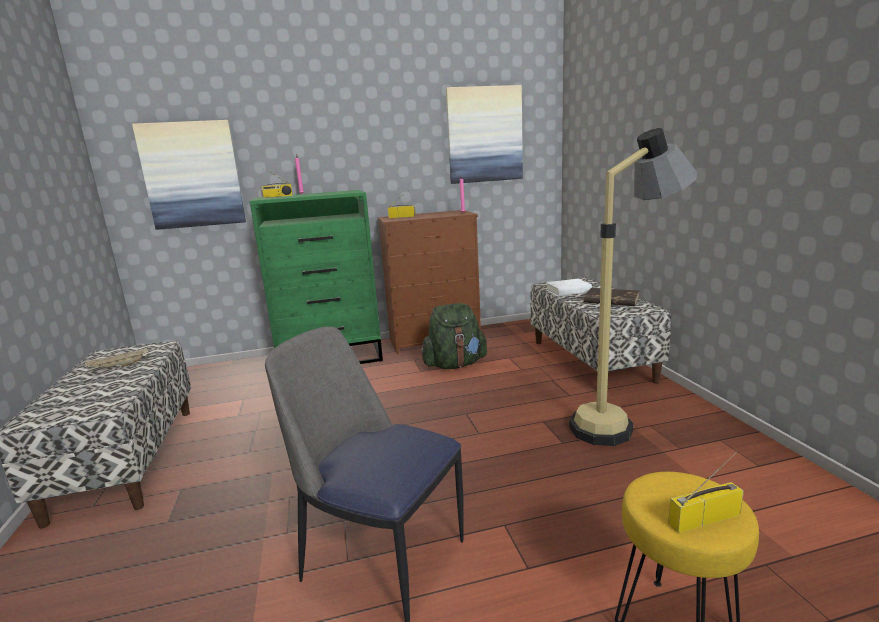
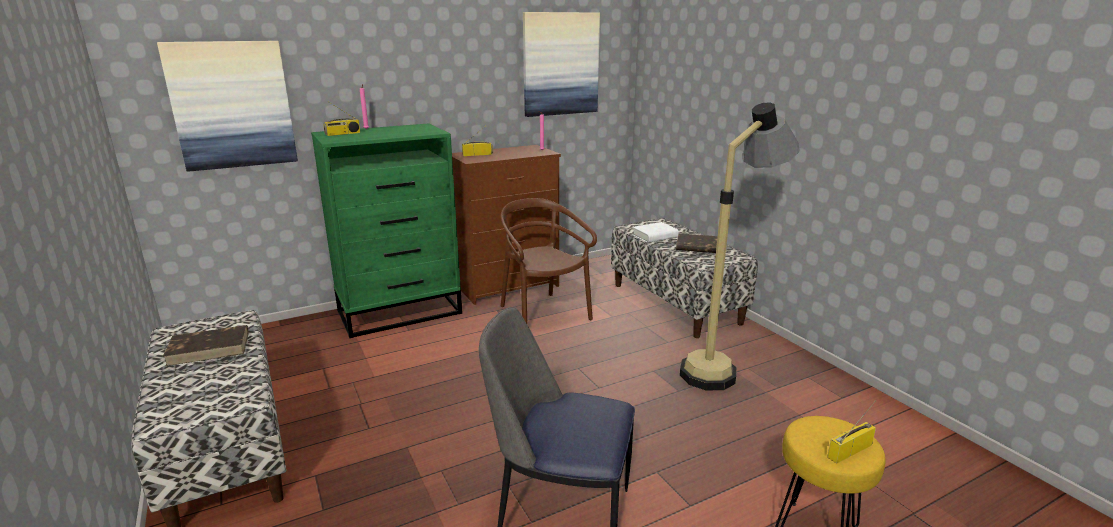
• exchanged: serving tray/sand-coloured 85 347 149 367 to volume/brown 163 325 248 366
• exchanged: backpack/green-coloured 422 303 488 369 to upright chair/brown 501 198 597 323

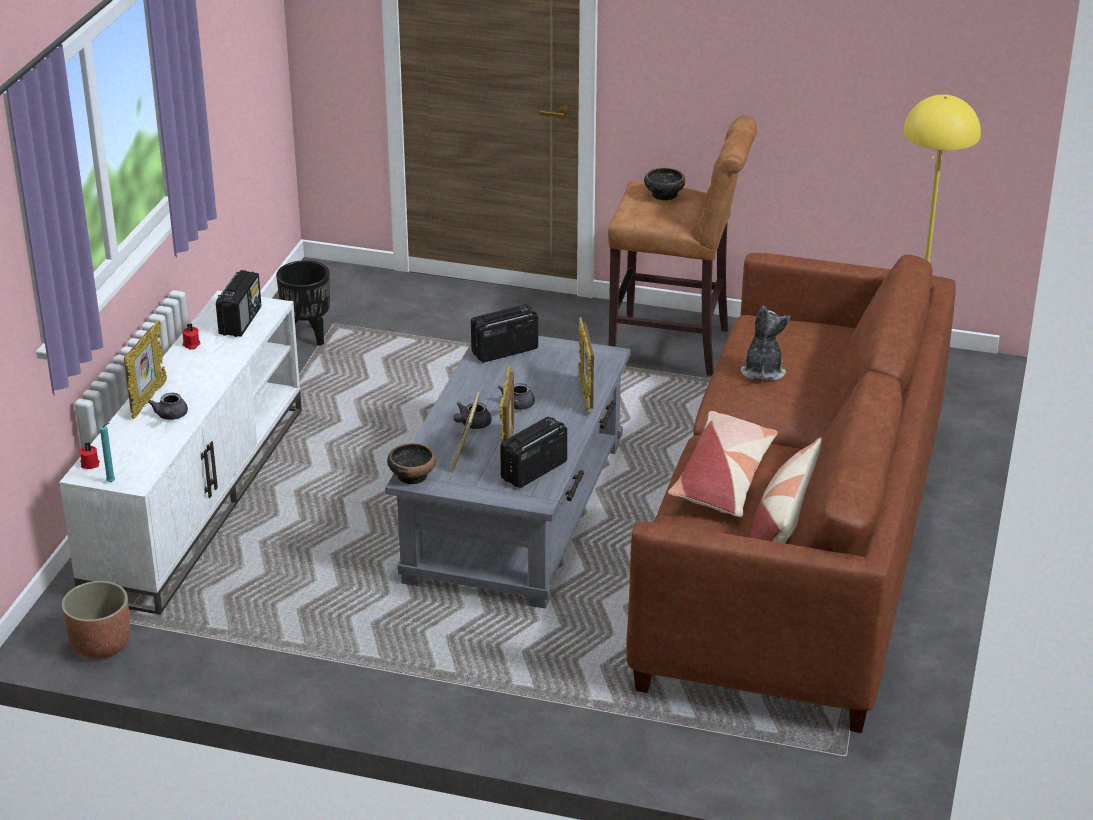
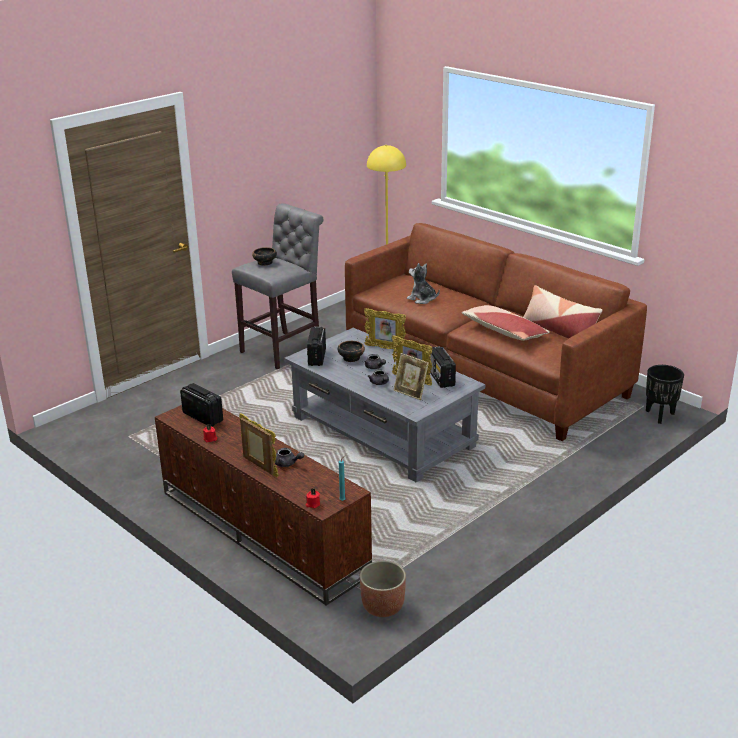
• relocated: plant pot/black 276 260 330 346 to 646 365 684 424
• relocated: serving bowl 387 443 436 484 to 338 341 365 362
• colour: media console/white-coloured 59 291 302 615 to media console/brown 155 405 372 606
• colour: sitting stool/brown 608 116 757 376 to sitting stool/gray 232 203 324 369

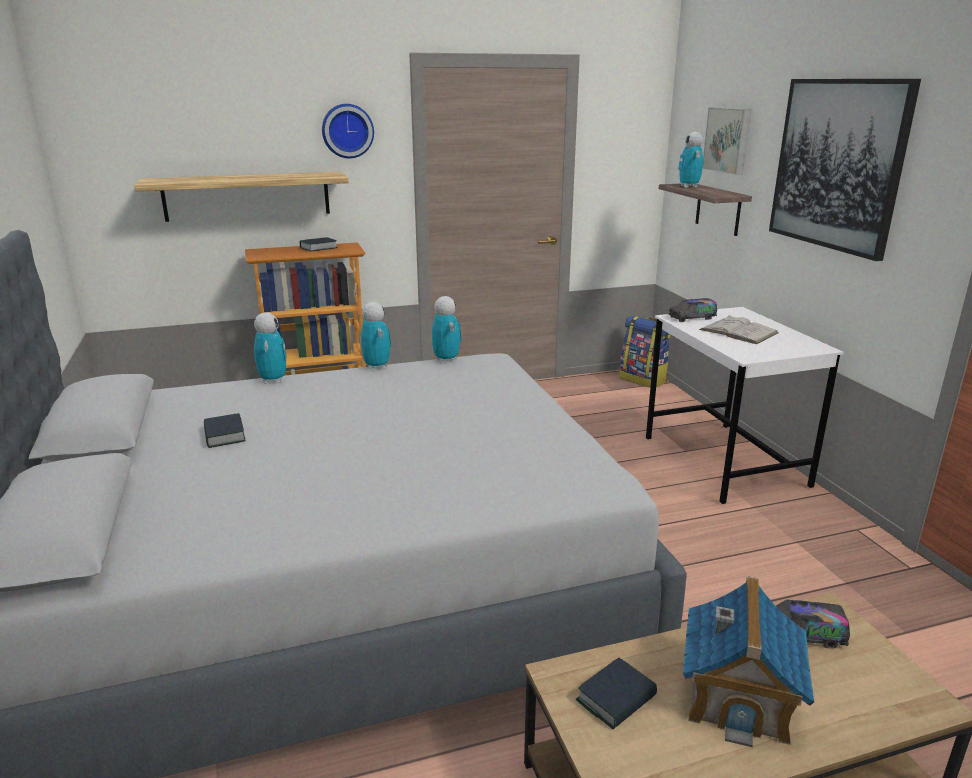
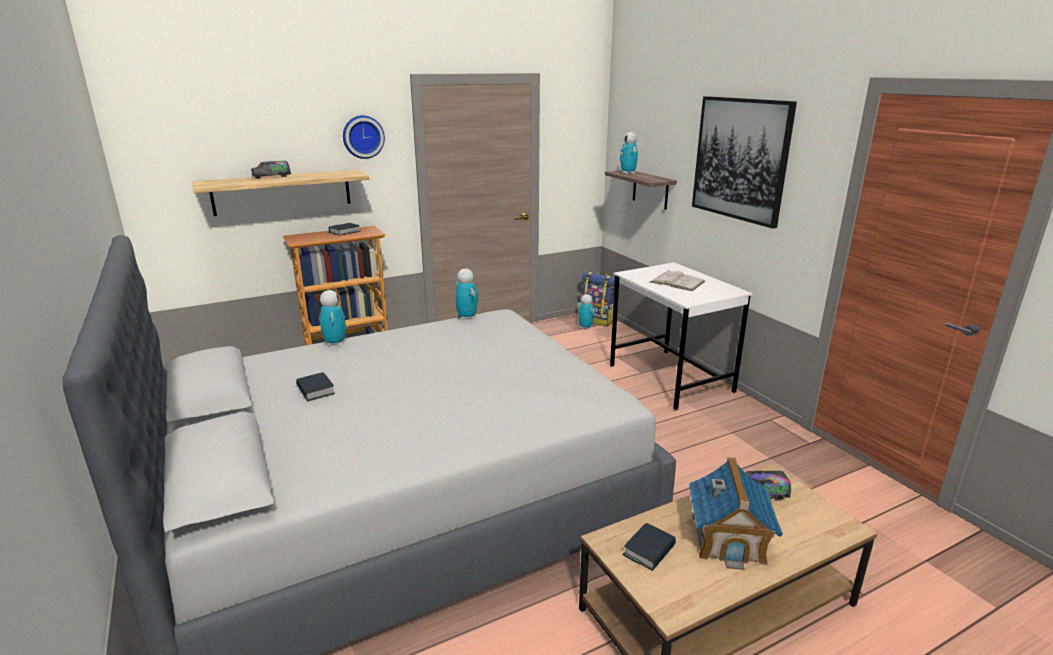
• missing: wall art 703 107 751 175
• relocated: robot figure 361 302 391 370 to 576 294 597 330
• relocated: toy truck 669 298 717 322 to 251 161 291 179

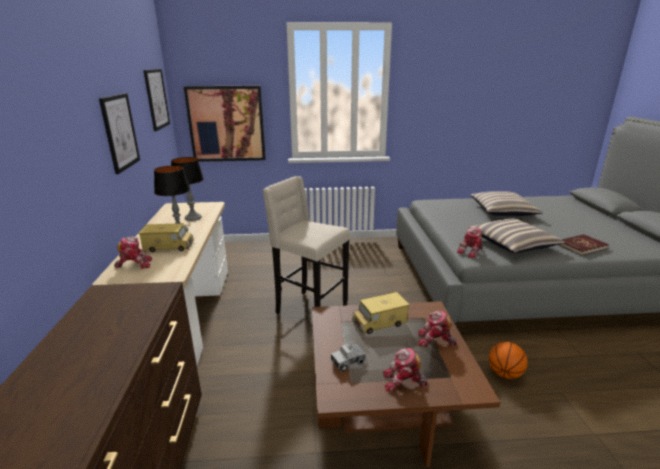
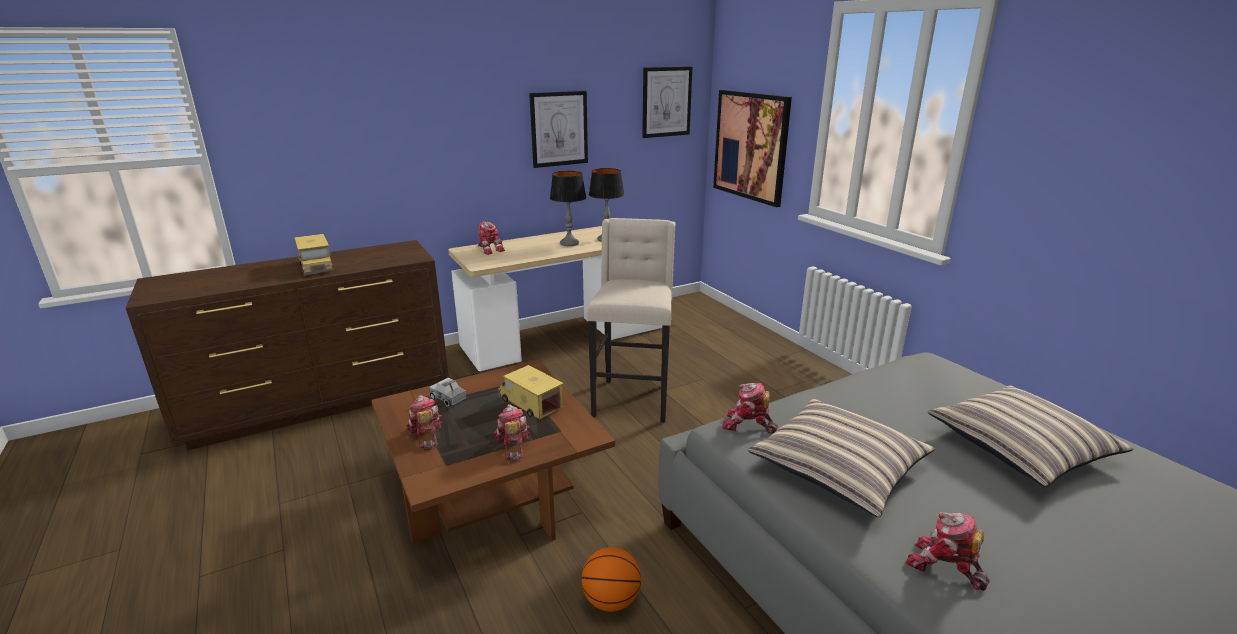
• relocated: toy truck 138 223 194 252 to 294 234 334 275
• exchanged: volume/red-coloured 559 234 609 256 to robot figure 906 512 990 591

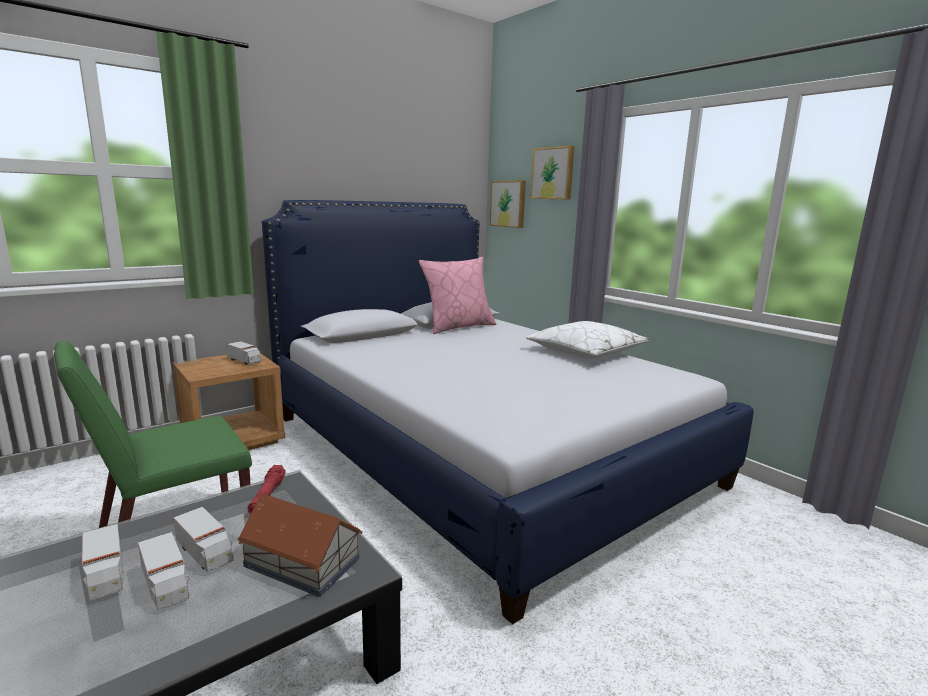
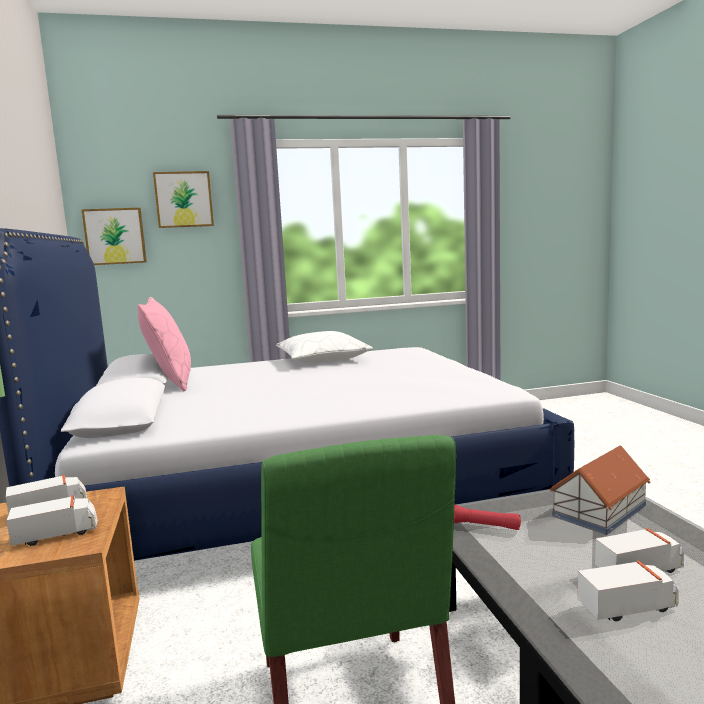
• relocated: toy truck 173 507 233 572 to 7 495 98 546

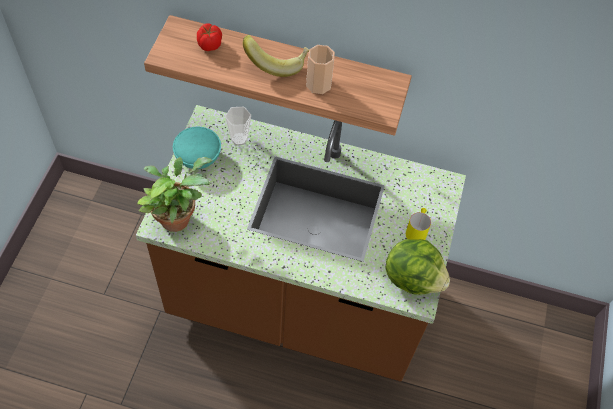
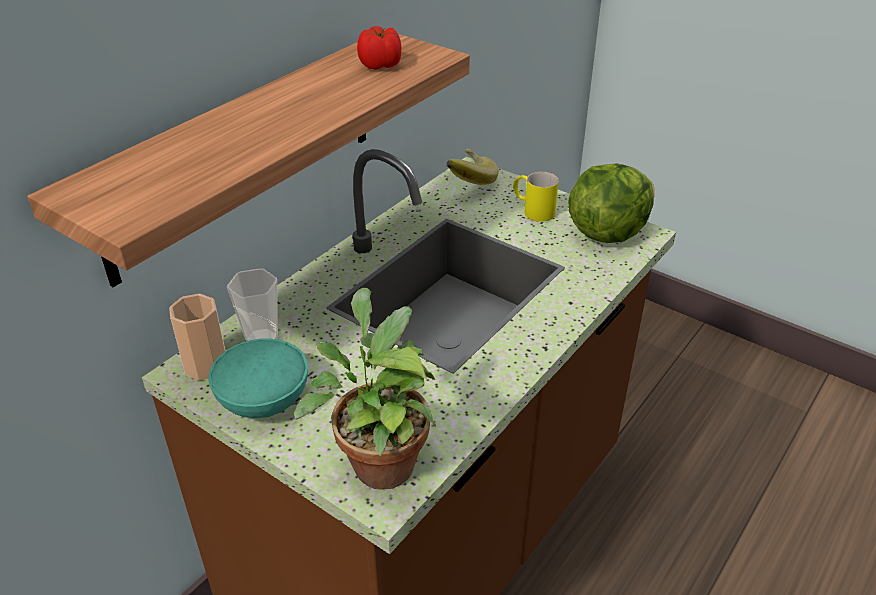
• relocated: whole tomato 197 23 222 51 to 357 26 401 70
• relocated: banana fruit 243 35 309 77 to 446 149 499 185
• relocated: small cup 306 45 335 94 to 169 294 225 380

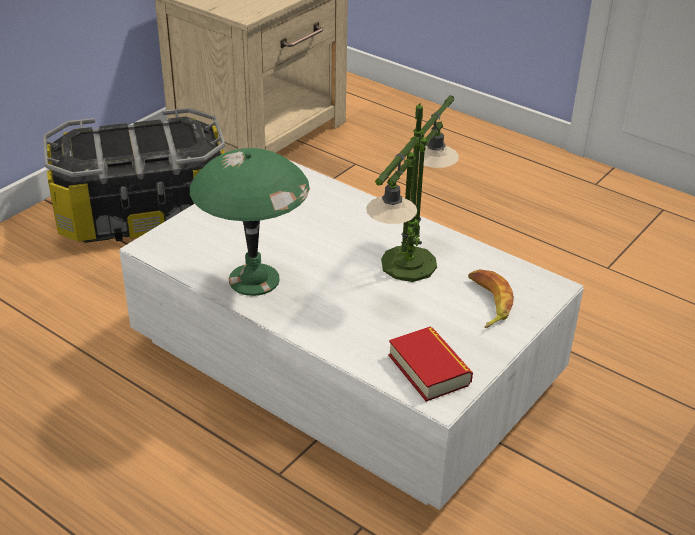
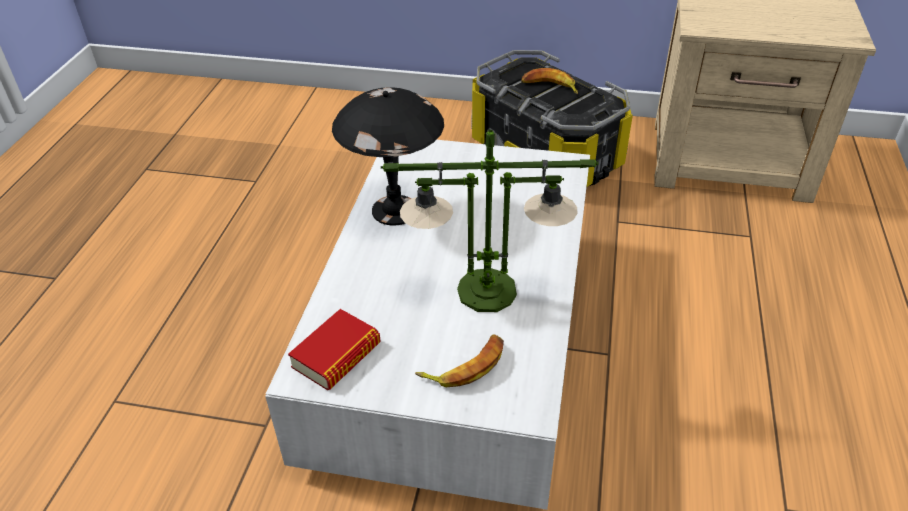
• appeared: banana fruit 521 68 578 94
• colour: table lamp/green-coloured 190 148 310 296 to table lamp/black 332 87 444 226

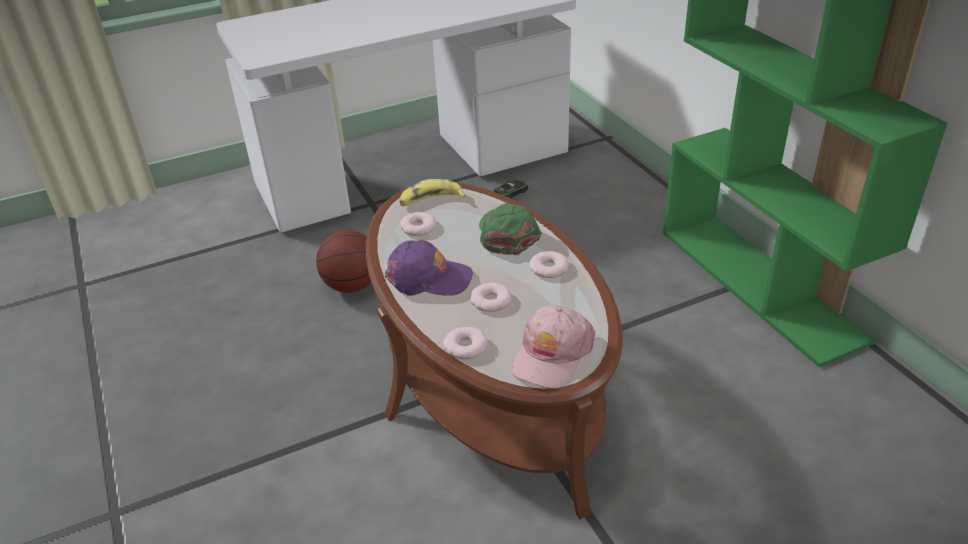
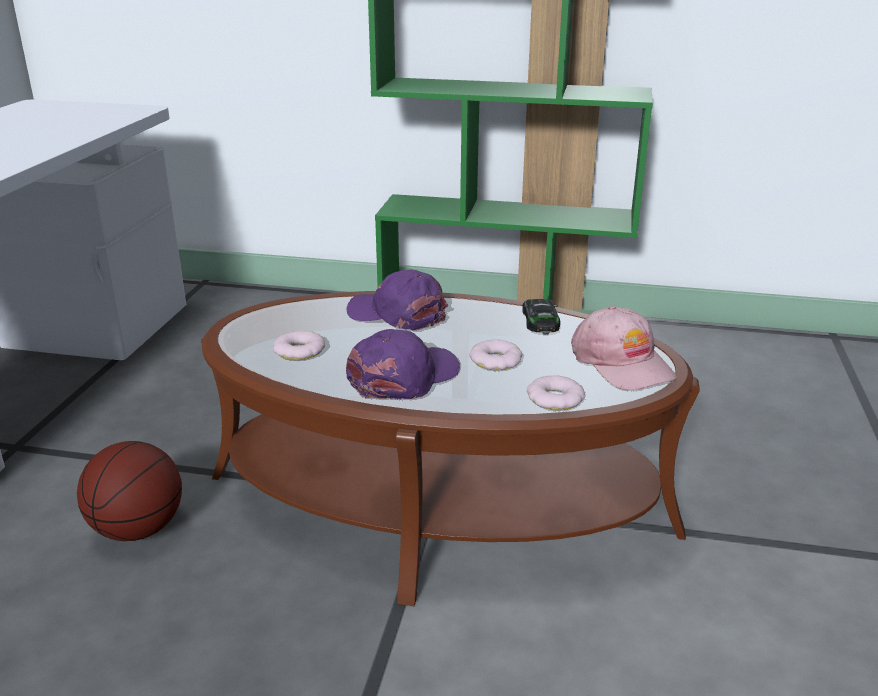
• missing: banana fruit 399 179 466 206
• missing: ring doughnut 529 251 569 278
• relocated: toy car 493 180 528 199 to 522 299 560 335
• colour: baseball cap/green-coloured 479 203 542 255 to baseball cap/purplish 347 270 448 331

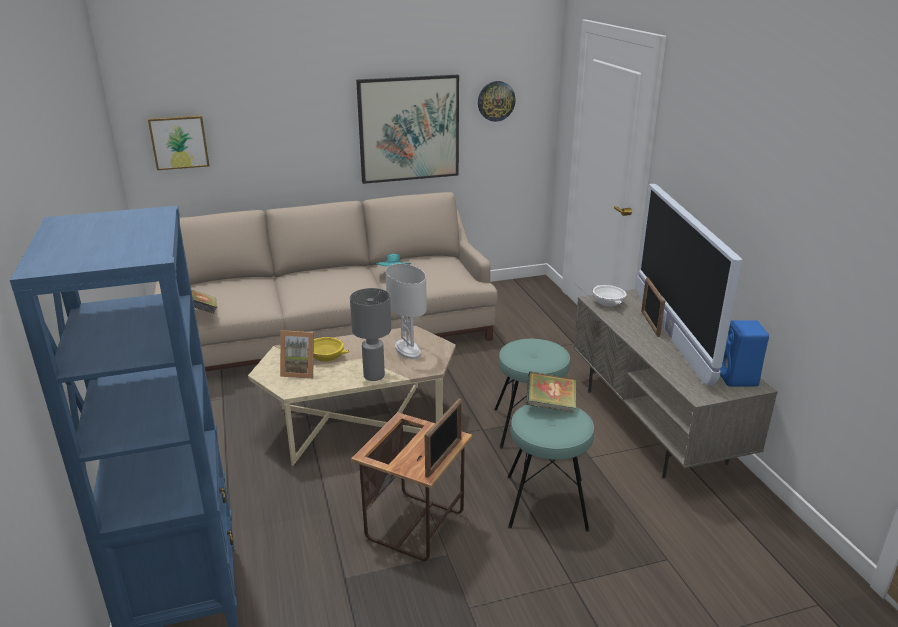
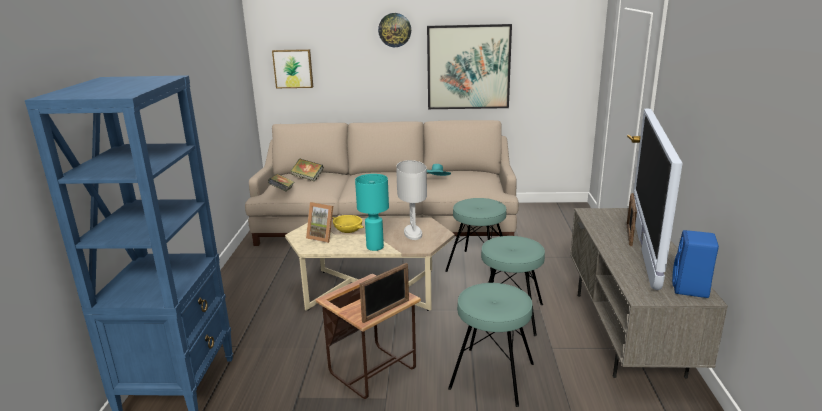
• missing: serving bowl/white-coloured 592 285 627 306
• appeared: sitting stool/turquoise-coloured 445 198 506 282
• relocated: clock on the wall 478 81 516 122 to 378 13 411 47
• relocated: volume 526 371 576 413 to 291 159 324 182
• colour: table lamp/gray 350 288 391 381 to table lamp/turquoise-coloured 355 174 389 251

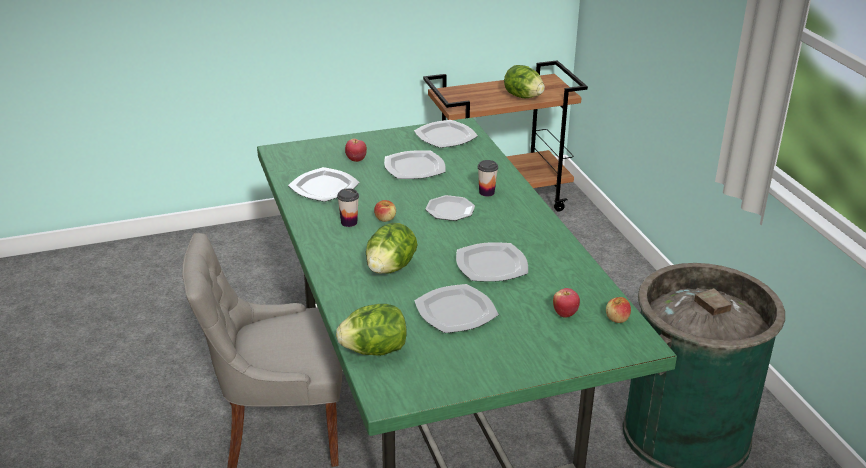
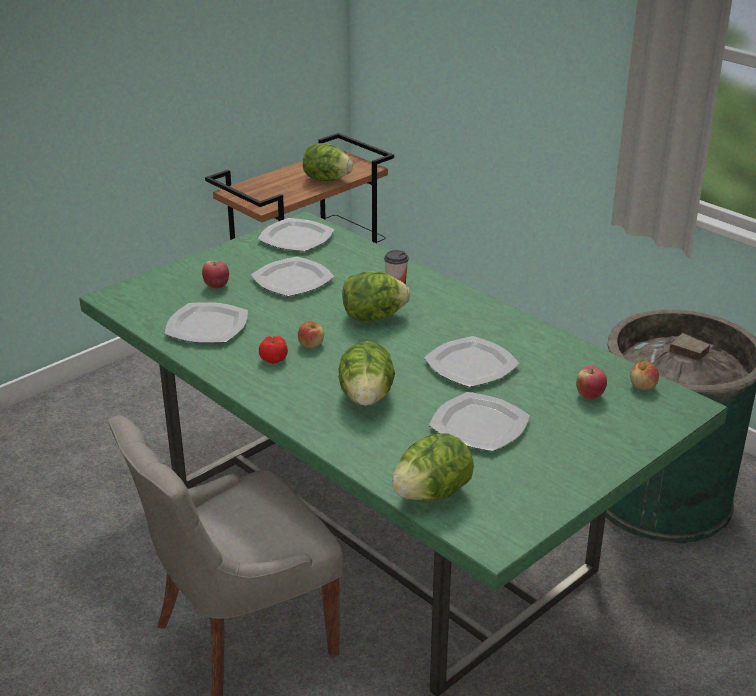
• exchanged: small cup 337 188 359 227 to whole tomato 259 335 288 363
• exchanged: plate 425 195 475 221 to lettuce 342 271 410 321

